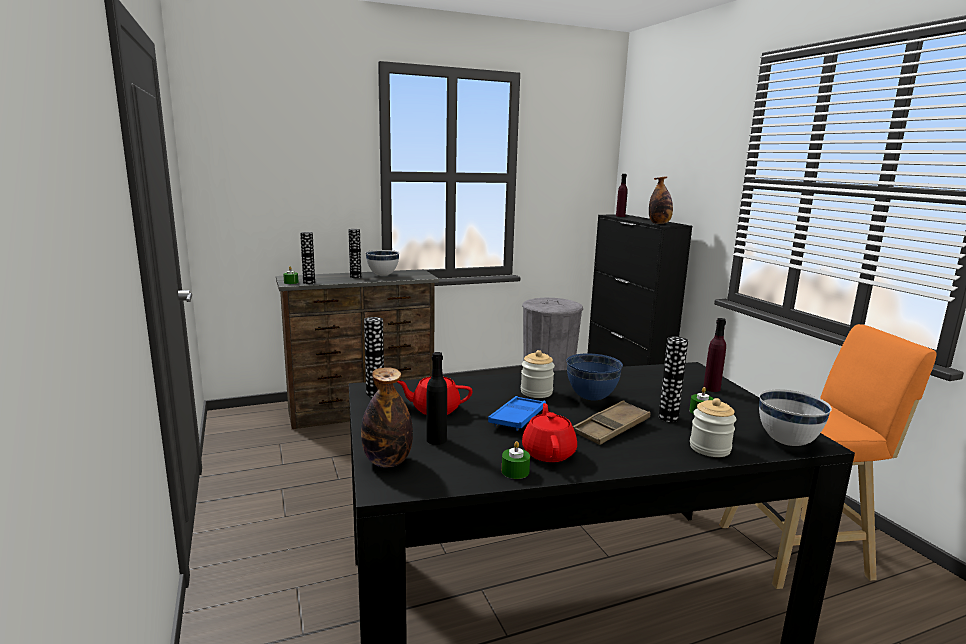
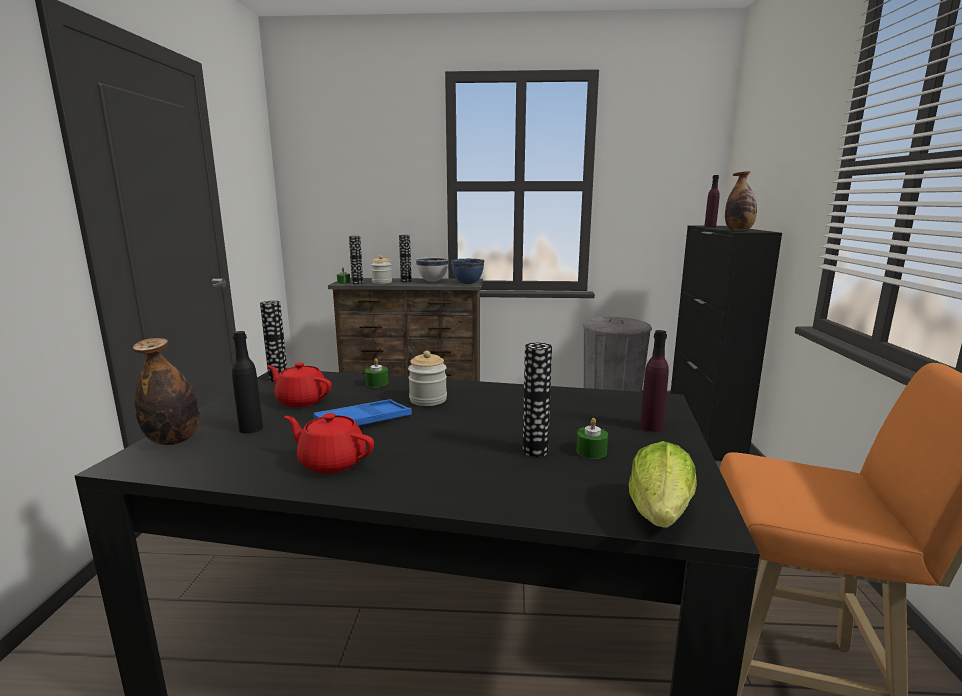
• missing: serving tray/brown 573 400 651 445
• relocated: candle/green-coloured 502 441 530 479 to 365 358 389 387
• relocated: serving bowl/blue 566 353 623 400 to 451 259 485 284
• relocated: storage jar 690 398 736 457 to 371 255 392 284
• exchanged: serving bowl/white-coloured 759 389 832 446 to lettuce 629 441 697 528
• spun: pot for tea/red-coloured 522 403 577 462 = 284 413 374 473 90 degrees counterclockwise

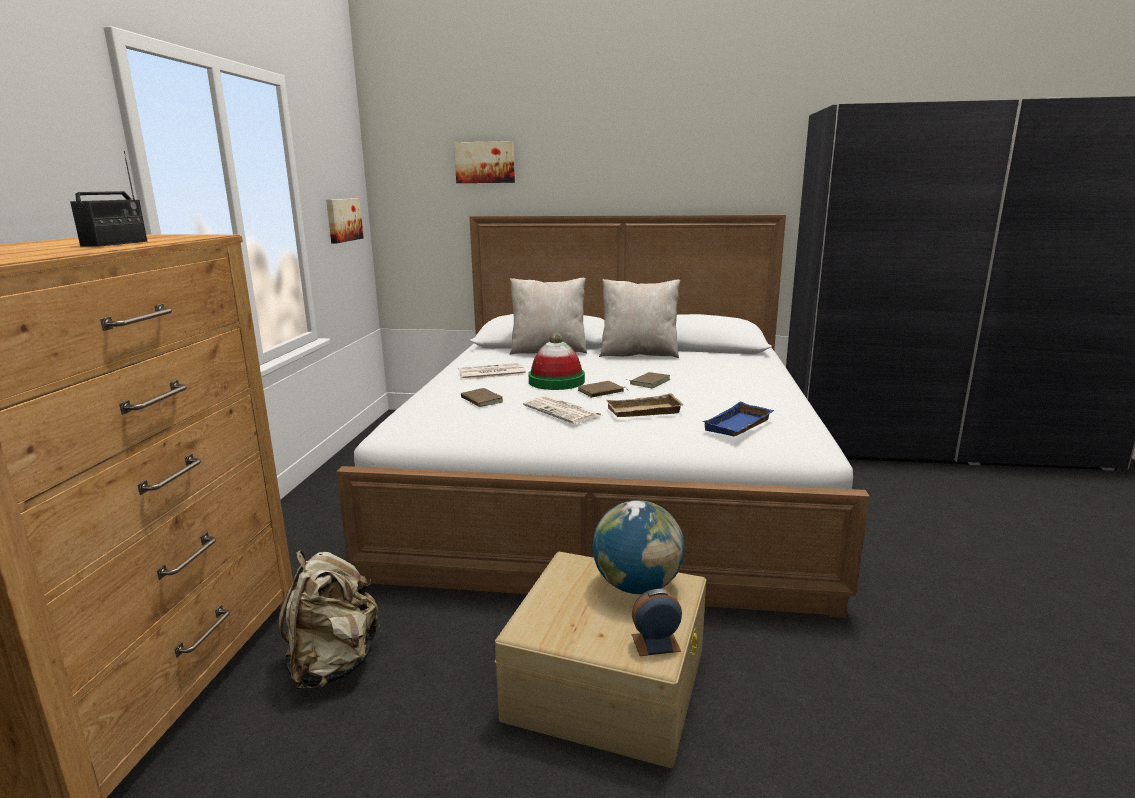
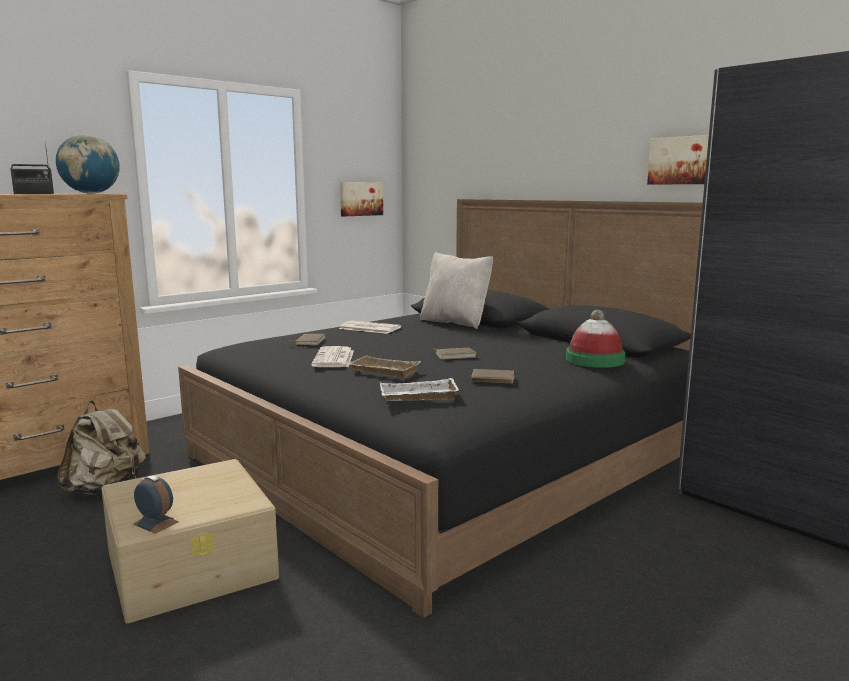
• missing: pillow/sand-coloured 599 279 680 358
• relocated: wall art 454 141 515 183 to 647 135 709 185
• relocated: clothing hat 529 332 585 390 to 566 310 625 368
• relocated: volume/brown 578 381 629 398 to 471 369 515 384
• relocated: globe 592 500 684 594 to 56 134 120 194
• colour: sleeping bed/white-coloured 336 215 870 618 to sleeping bed/black 178 199 703 618
• colour: serving tray/blue 702 402 774 436 to serving tray/white-coloured 380 378 459 401

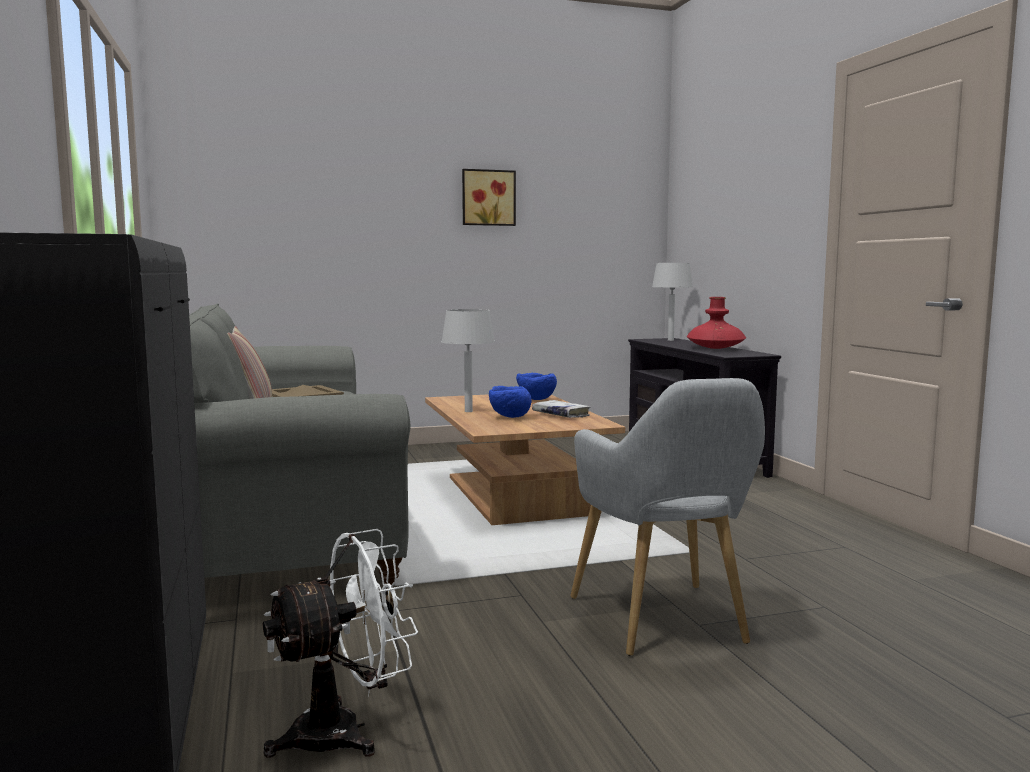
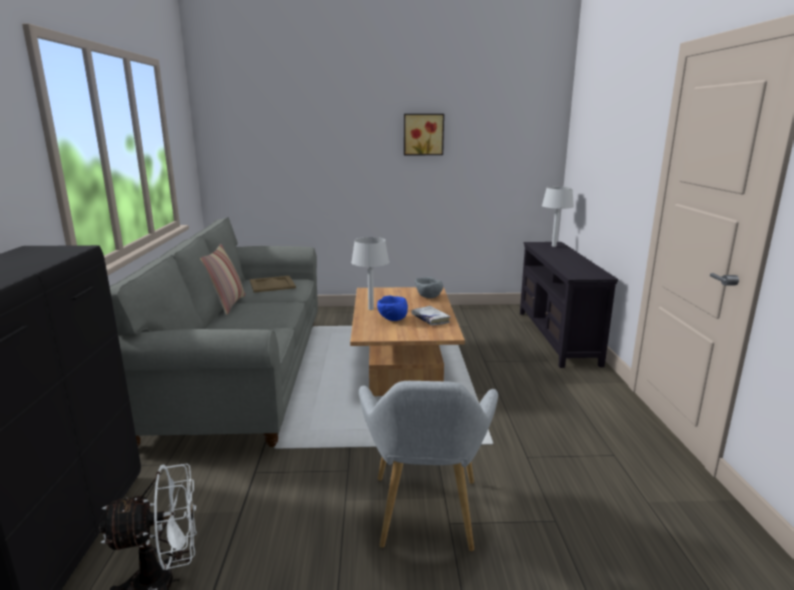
• missing: decorative vase/red-coloured 687 297 746 349
• colour: serving bowl/blue 516 372 557 400 to serving bowl/gray 415 277 443 298

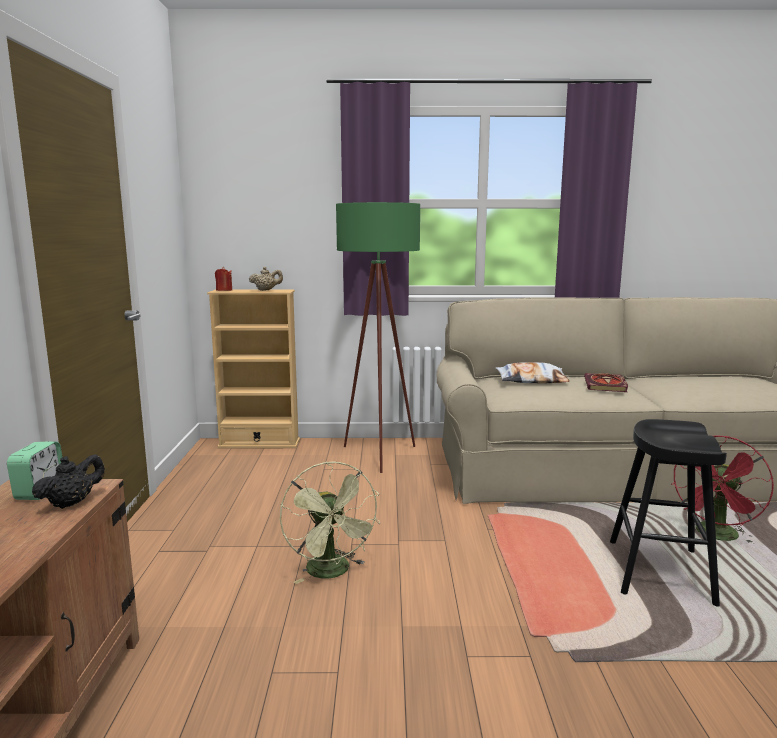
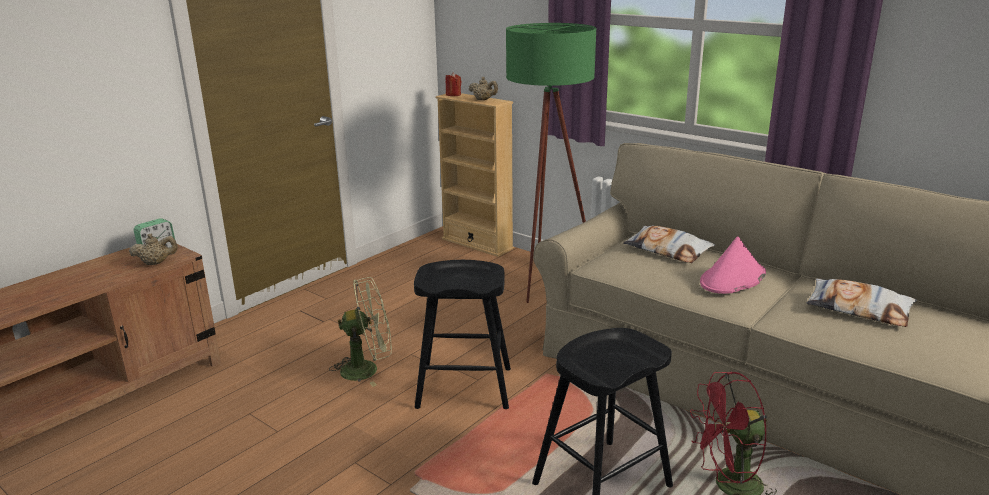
• appeared: sitting stool/black 414 260 511 409
• appeared: pillow 806 278 917 327
• exchanged: volume 584 373 628 392 to clothing hat/pink 700 236 766 294
• colour: pot for tea/black 32 454 105 509 to pot for tea/sand-coloured 129 234 178 265
• spun: electric fan/green-coloured 280 461 381 584 = 329 277 392 387 120 degrees counterclockwise

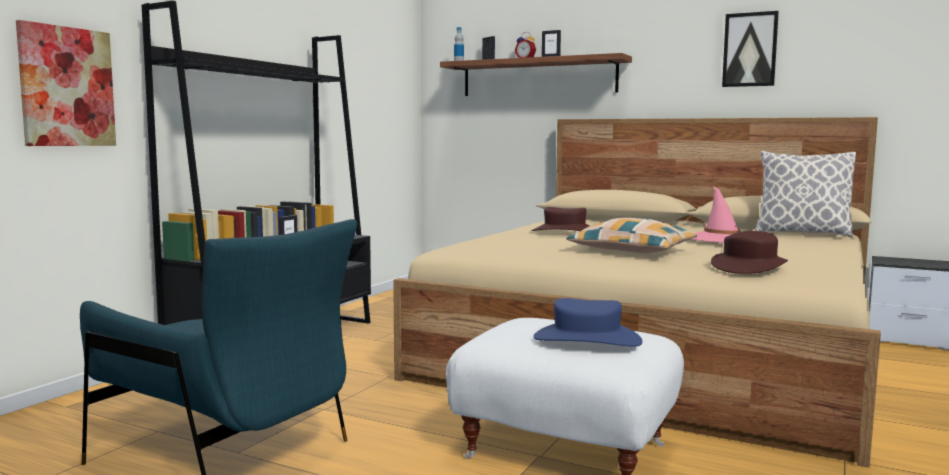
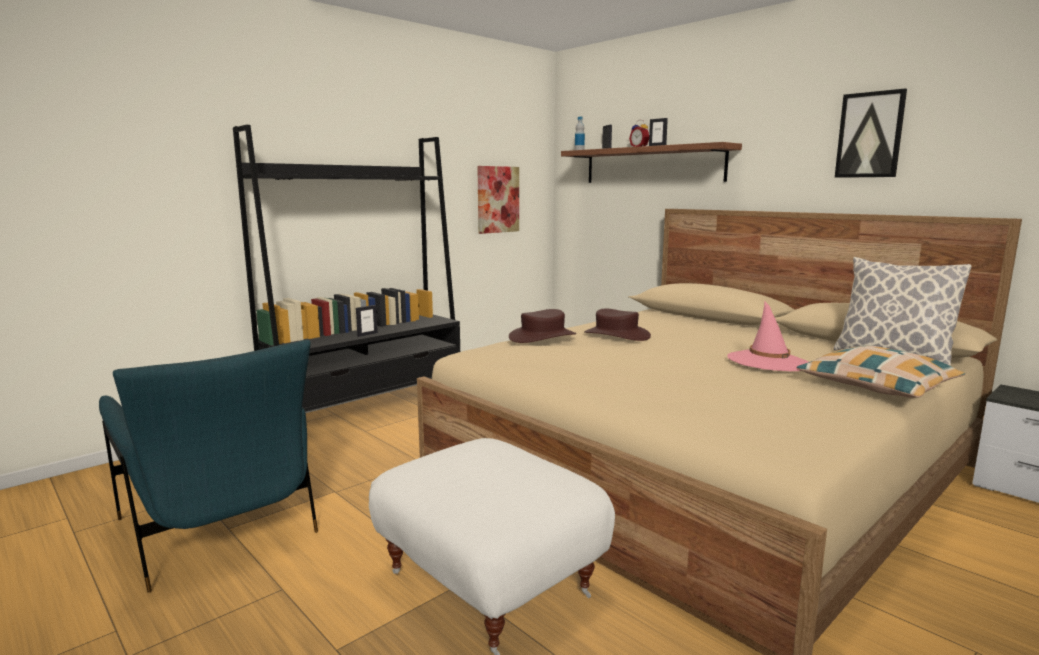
• missing: clothing hat/blue 533 298 643 347
• relocated: wall art 16 20 116 146 to 477 166 519 234
• relocated: pillow 566 218 697 253 to 797 345 965 398
• relocated: clothing hat/brown 711 231 788 274 to 509 309 576 343

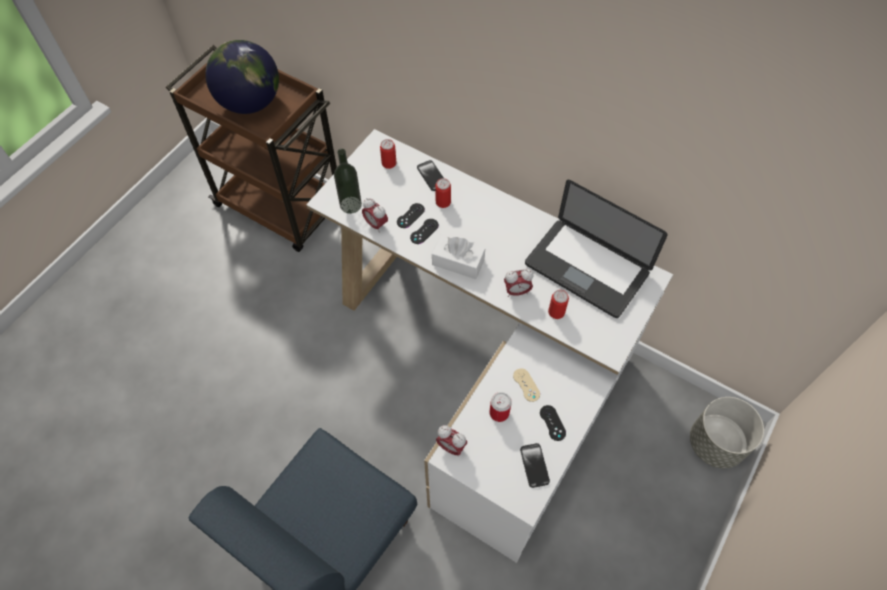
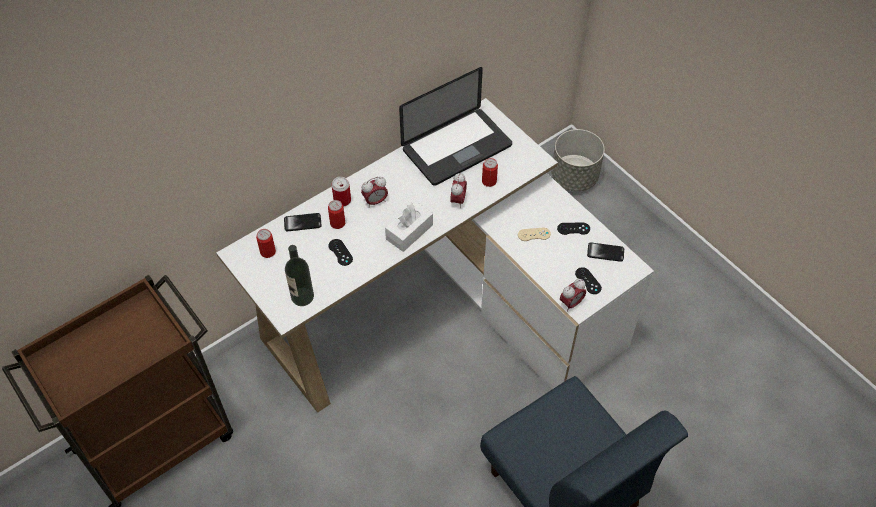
• missing: globe 205 40 279 114
• relocated: alarm clock 362 198 388 233 to 361 177 388 207
• relocated: game controller/black 410 219 439 244 to 575 267 602 294
• relocated: can 489 392 512 422 to 331 177 351 207

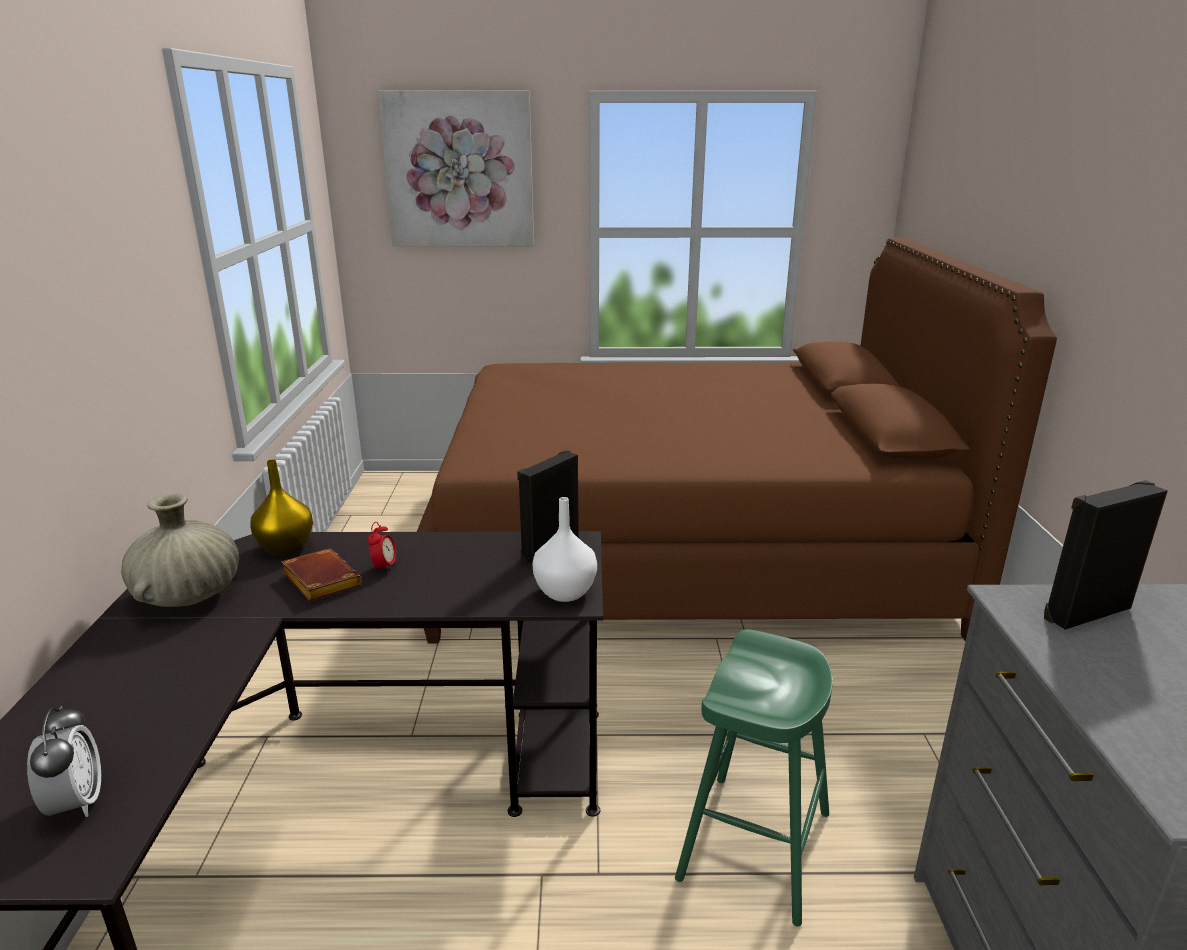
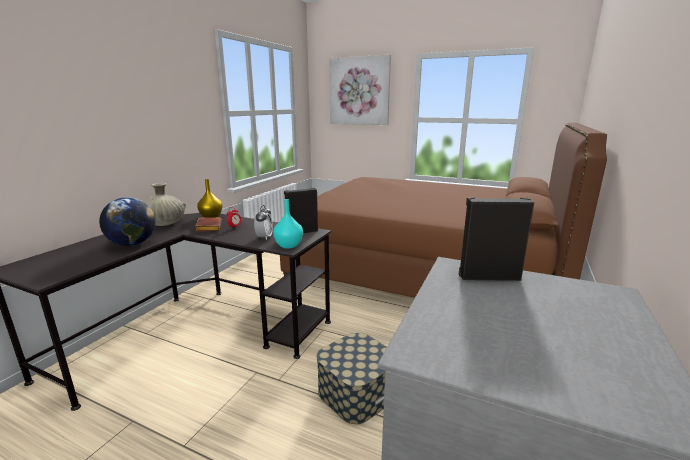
• appeared: globe 99 197 155 246
• relocated: alarm clock 27 706 101 817 to 254 205 273 240
• exchanged: sitting stool/green-coloured 675 629 833 927 to storage container 316 333 387 424
• colour: decorative vase/white-coloured 532 497 597 602 to decorative vase/turquoise-coloured 273 199 303 249

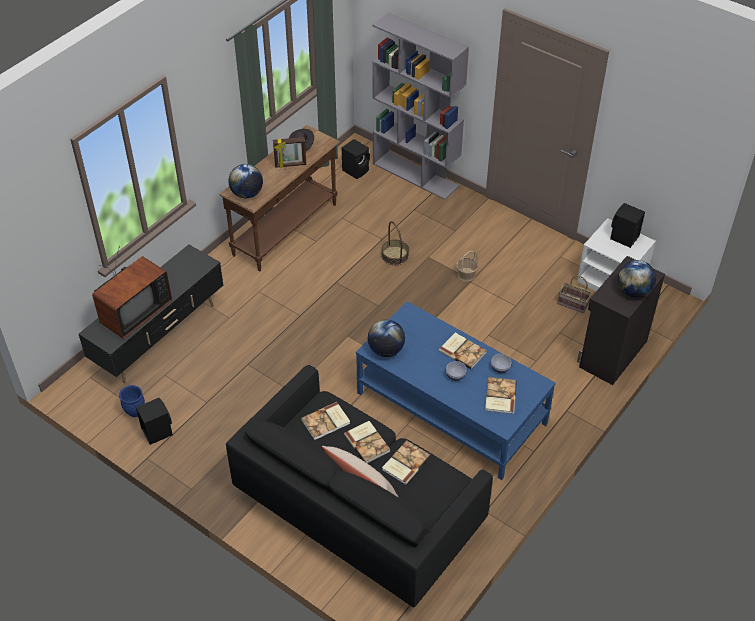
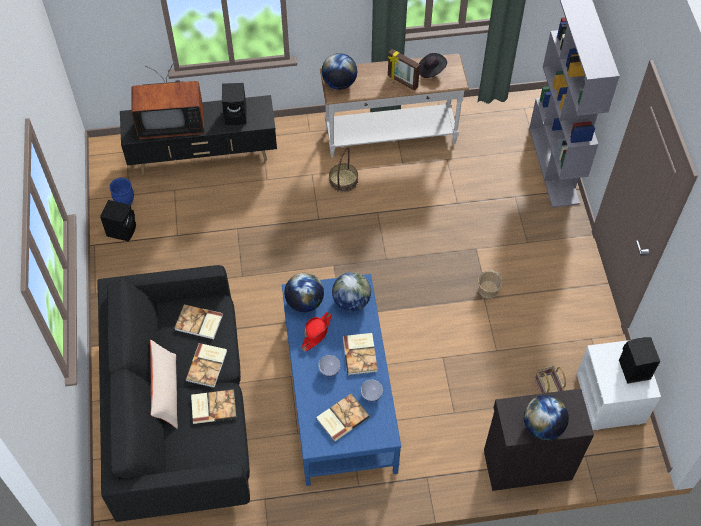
• appeared: clothing hat/red-coloured 301 312 332 351
• appeared: globe 332 272 371 312
• relocated: loudspeaker/black 342 139 370 179 to 222 83 246 125
• relocated: storage basket 381 221 409 265 to 329 147 358 192
• colour: console table/brown 220 125 340 271 to console table/white-coloured 320 54 469 158

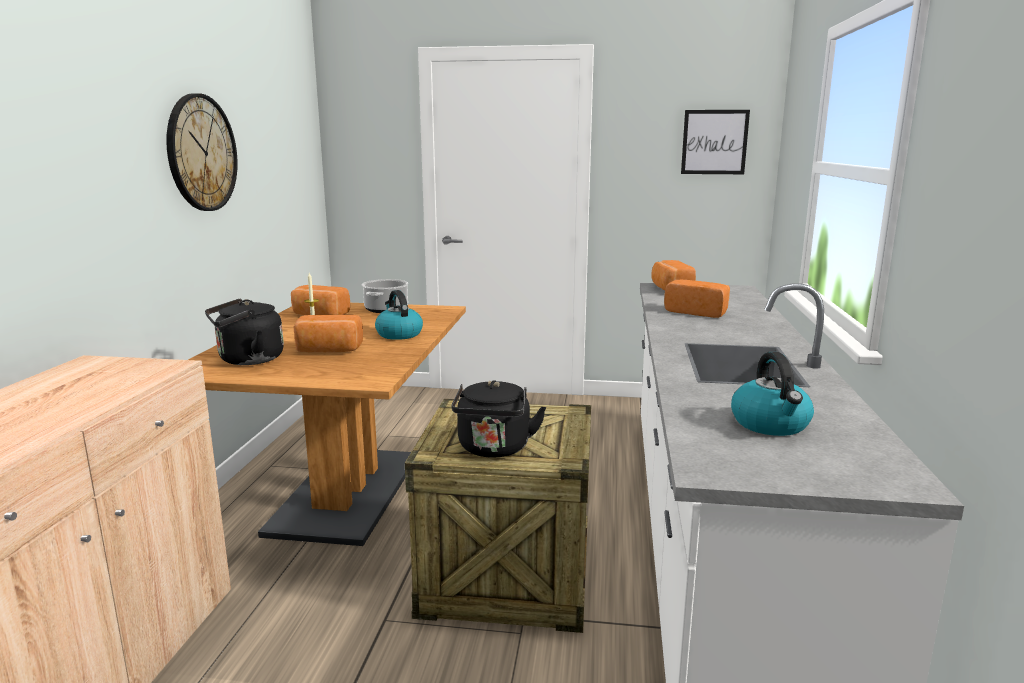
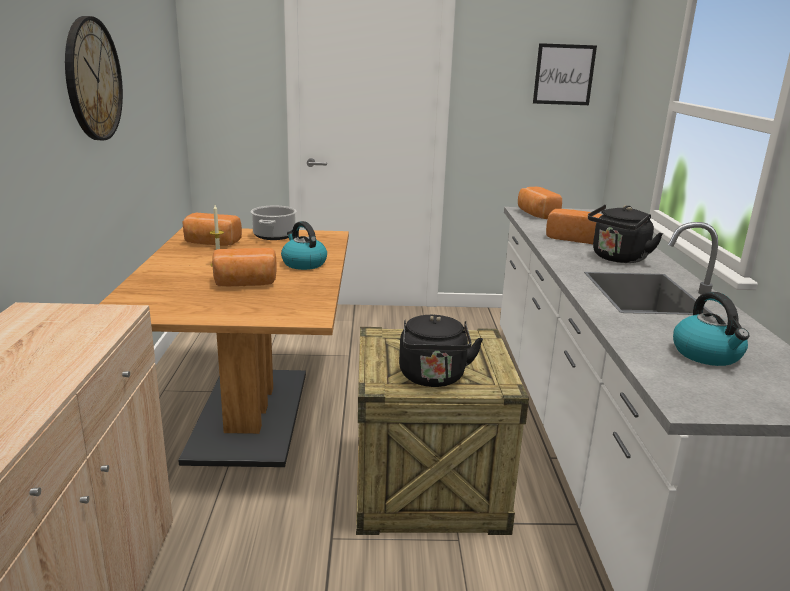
• relocated: kettle/black 205 299 284 365 to 588 205 663 263

